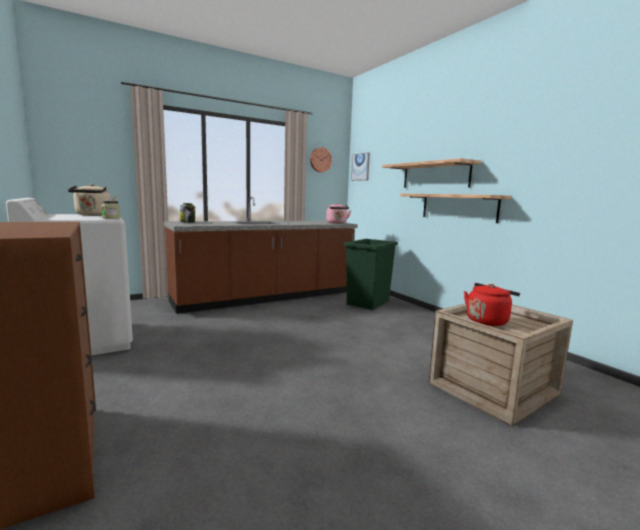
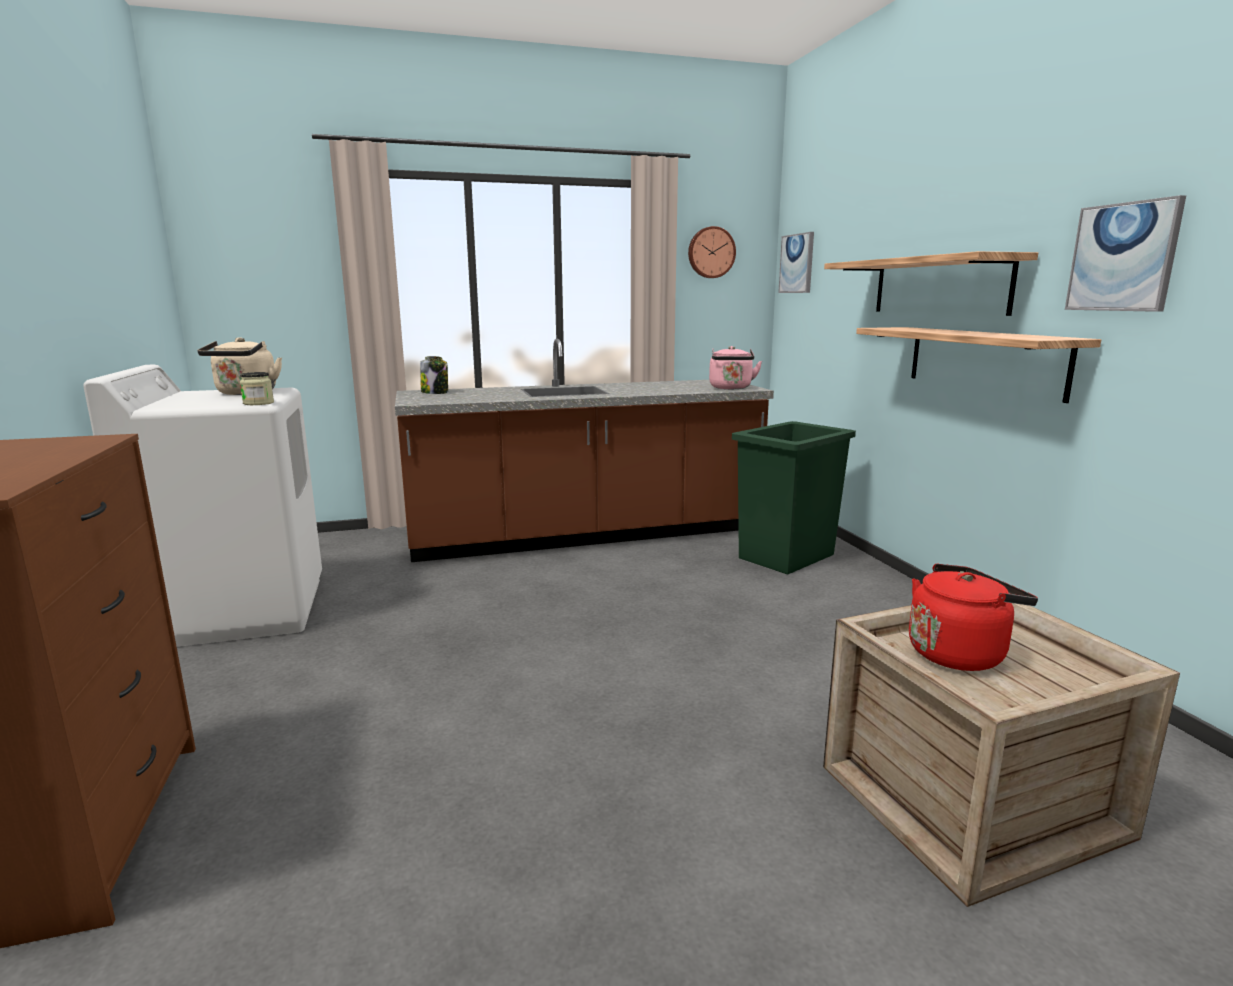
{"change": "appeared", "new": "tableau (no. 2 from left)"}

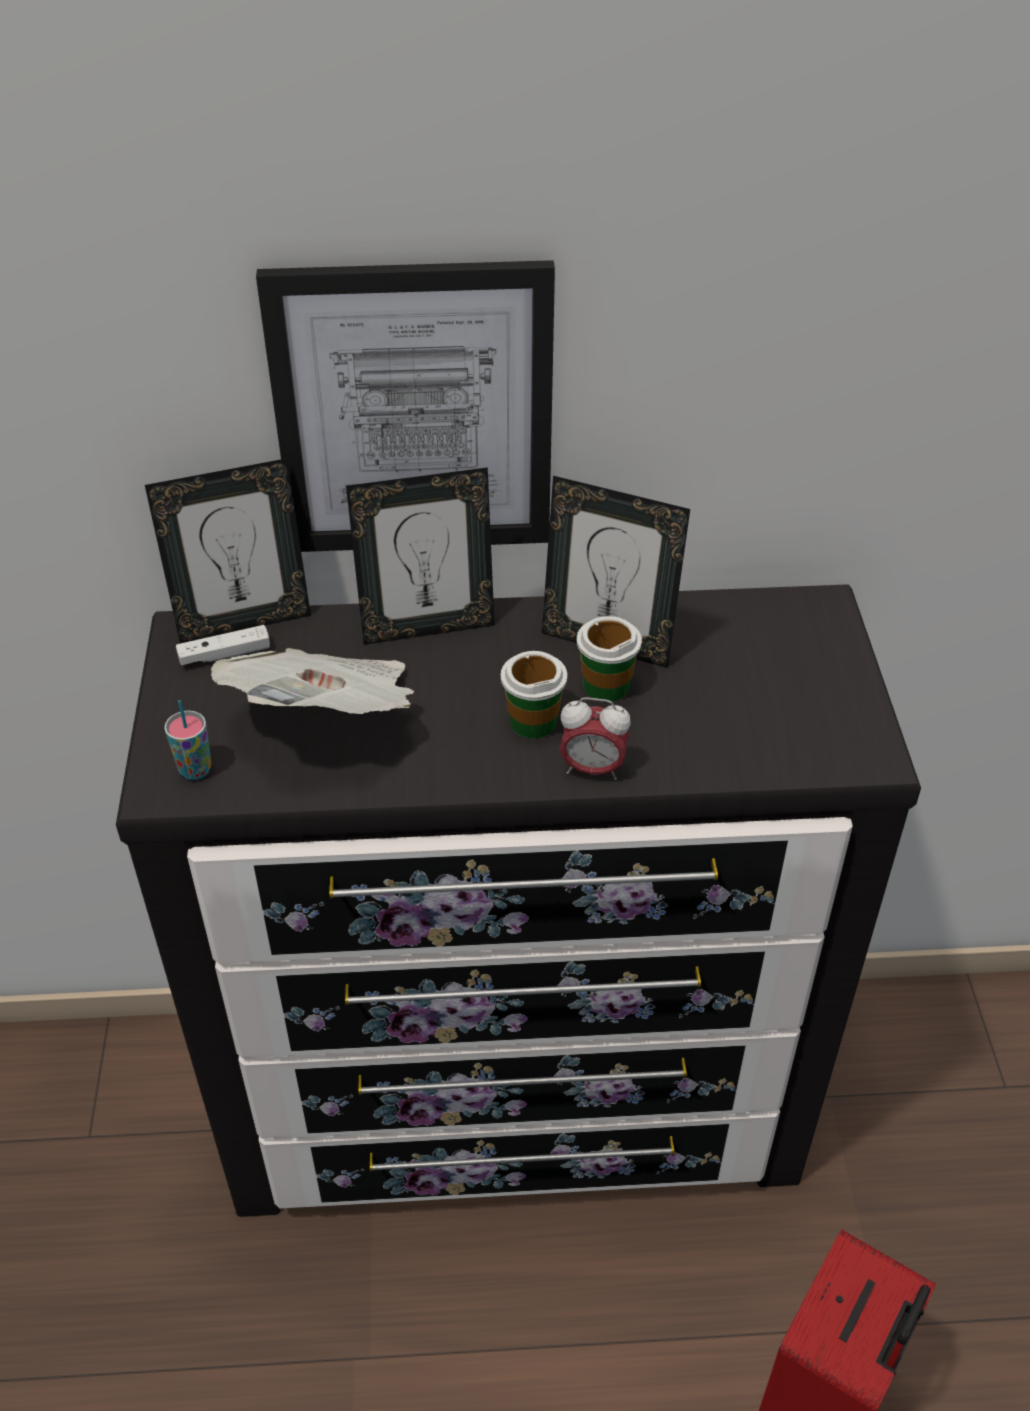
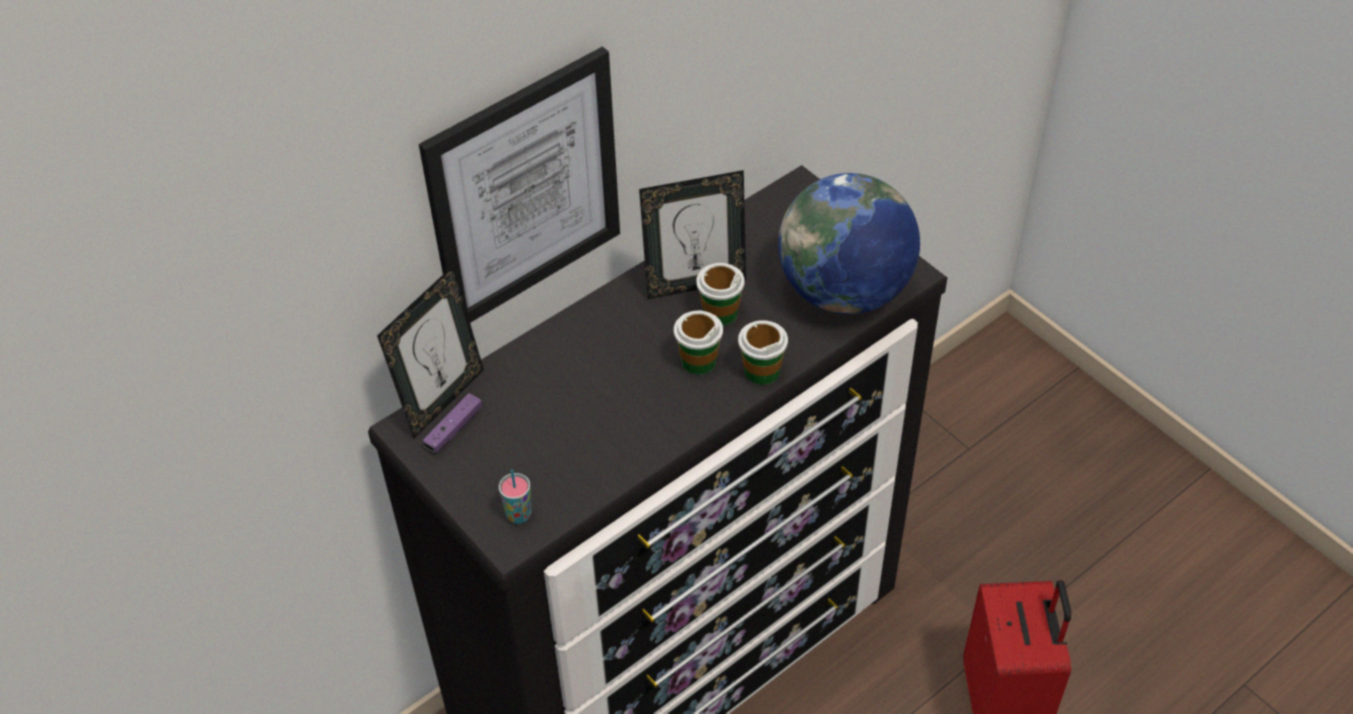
{"change": "colour", "old": "manette (blanc)", "new": "manette (violet)"}
{"change": "missing", "old": "journal"}
{"change": "missing", "old": "cadre photo (no. 2 from left)"}
{"change": "exchanged", "old": "réveil", "new": "tasse (no. 4 from left)"}
{"change": "appeared", "new": "globe"}

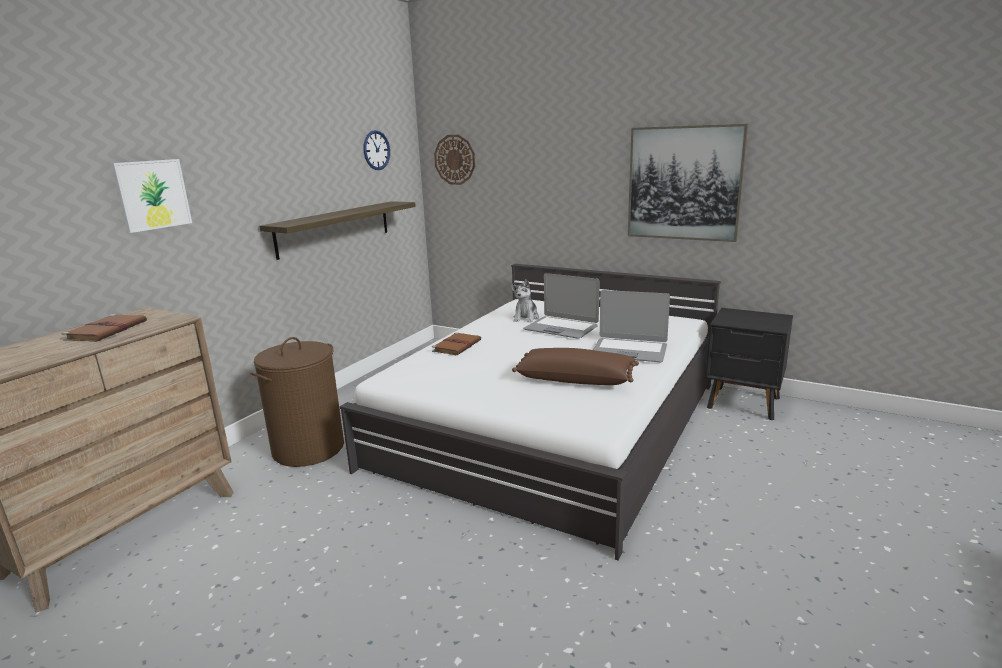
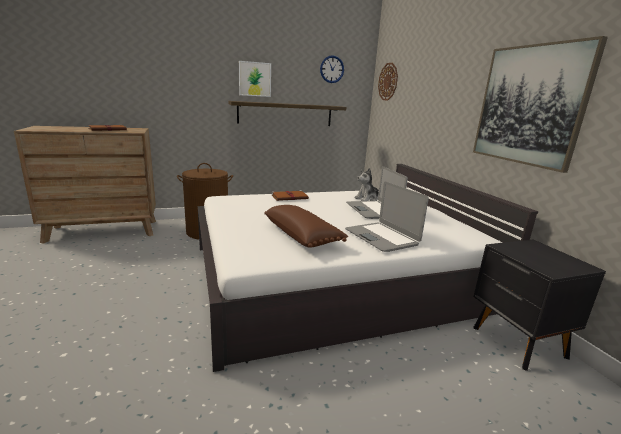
{"change": "relocated", "old": "tableau (no. 1 from left)"}

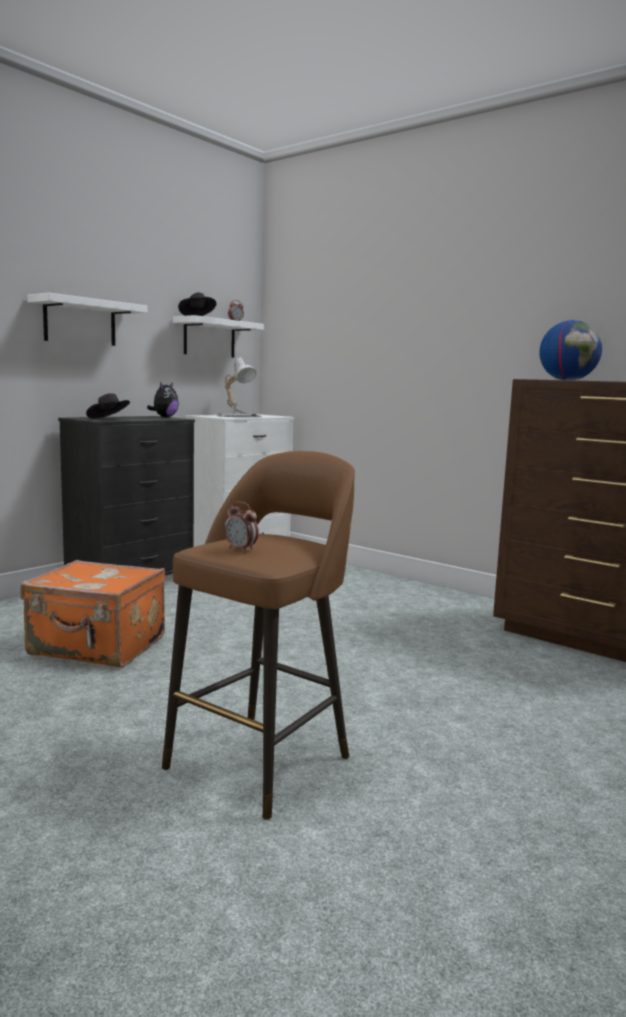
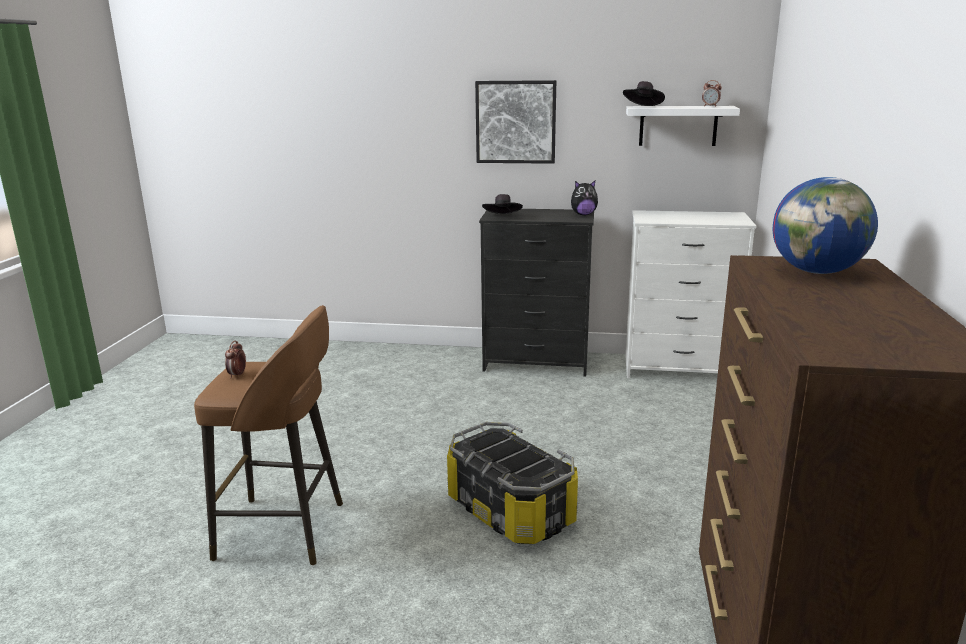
{"change": "missing", "old": "valise (orange)"}
{"change": "exchanged", "old": "étagère (blanc) (no. 1 from left)", "new": "tableau"}
{"change": "missing", "old": "lampe de table"}
{"change": "appeared", "new": "boîte de rangement"}

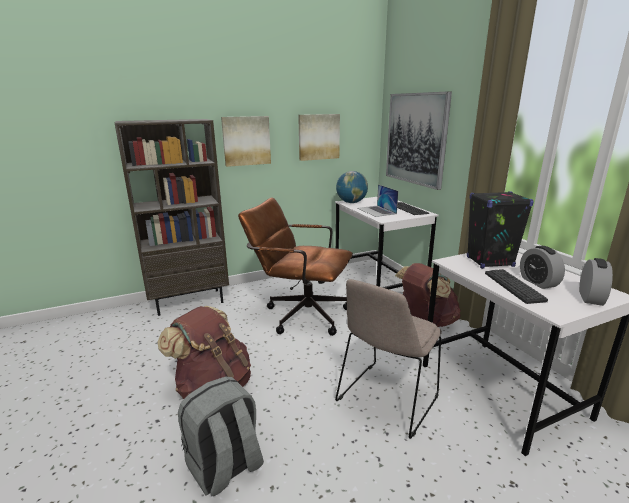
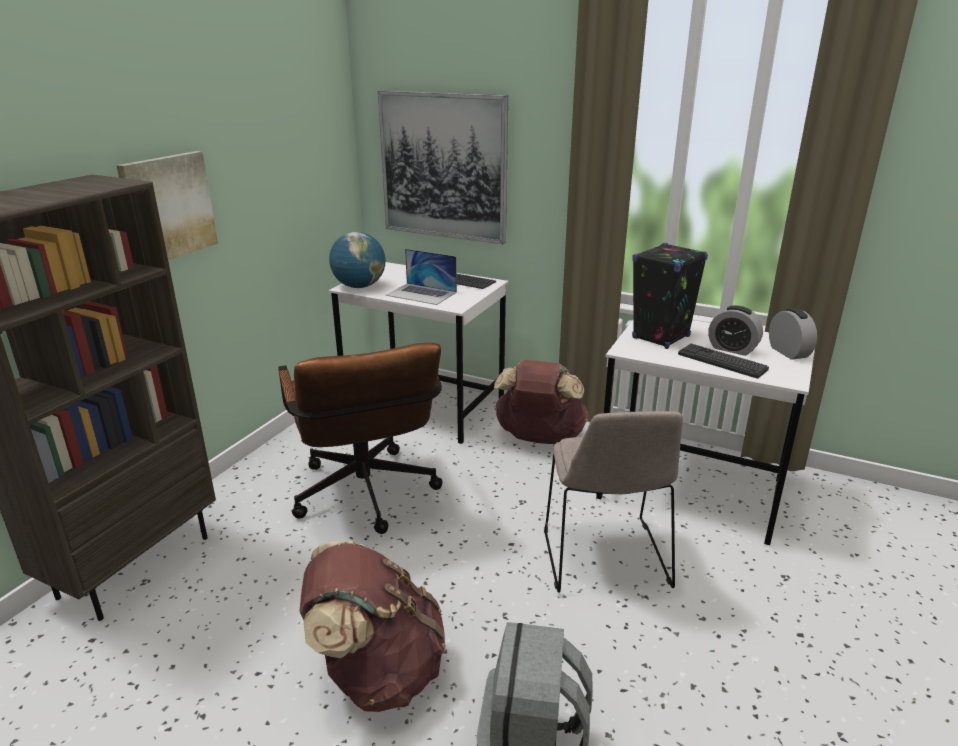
{"change": "spun", "old": "chaise de bureau (marron)", "degrees": -90}
{"change": "missing", "old": "tableau (no. 2 from left)"}

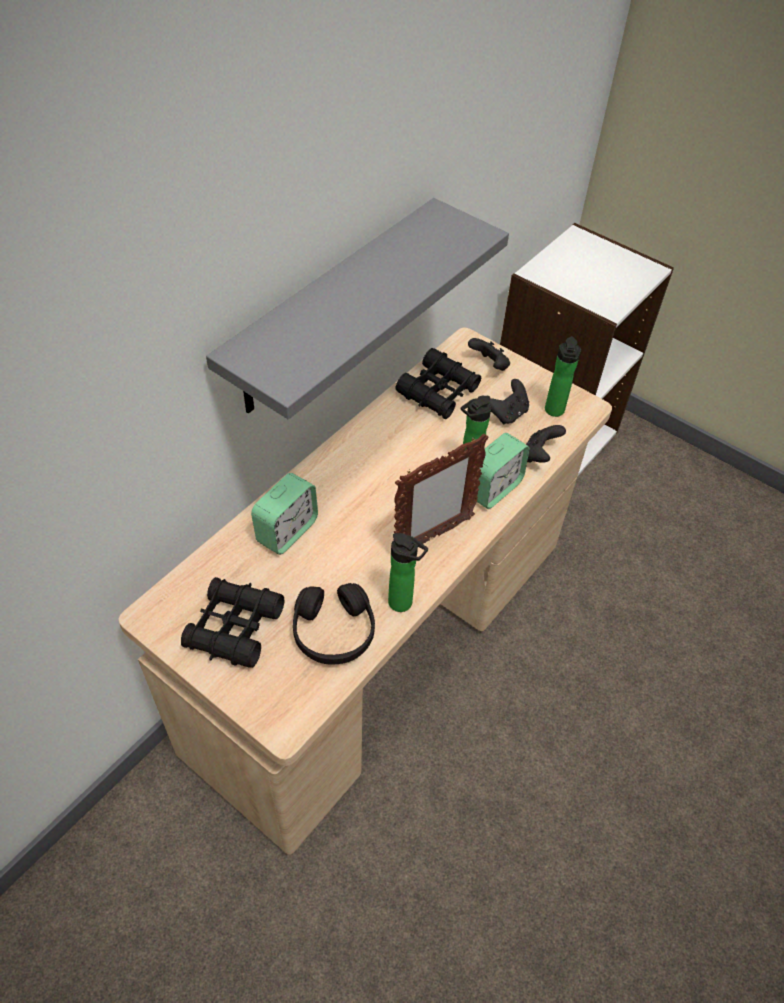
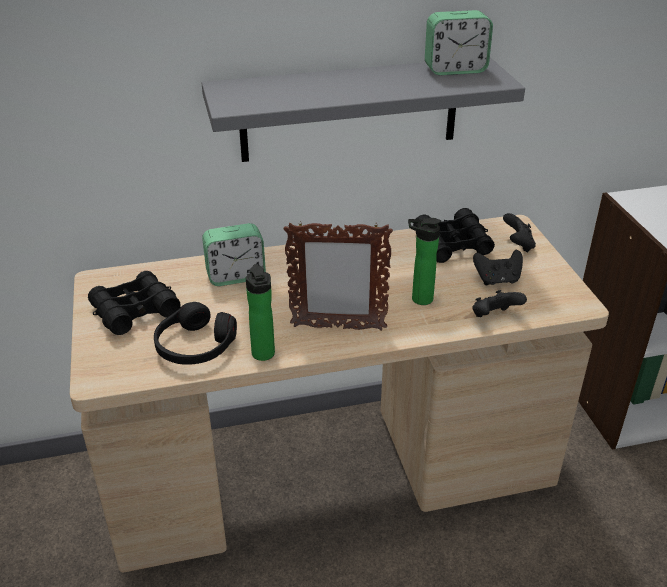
{"change": "relocated", "old": "réveil (no. 2 from left)"}
{"change": "missing", "old": "bouteille (no. 3 from left)"}

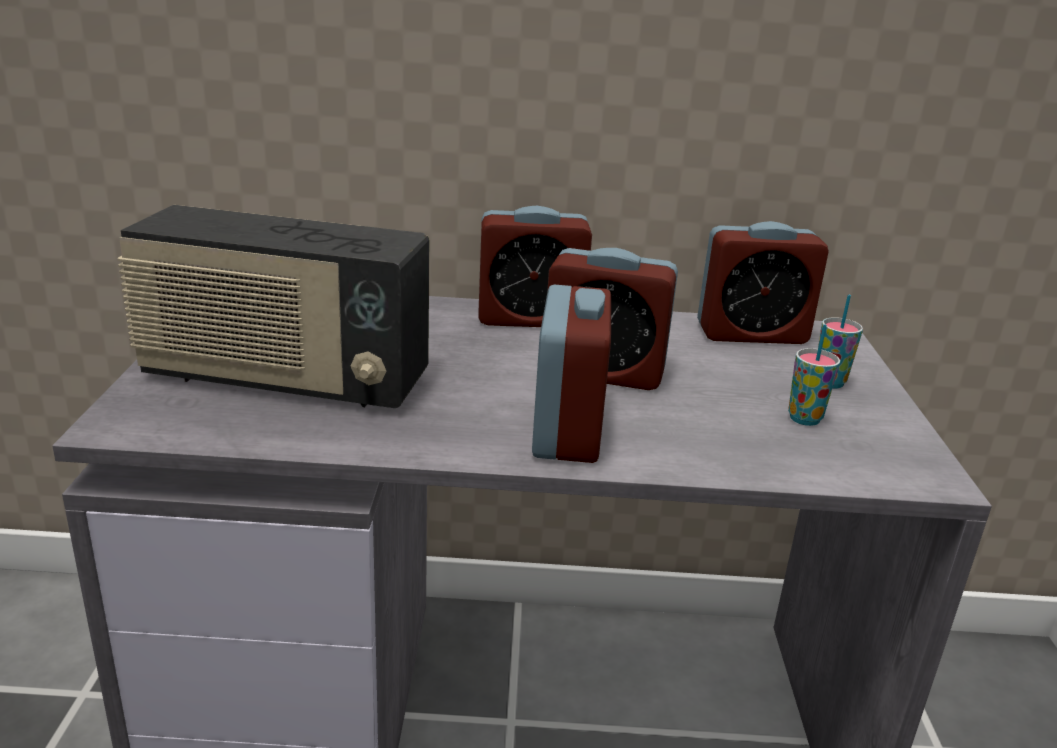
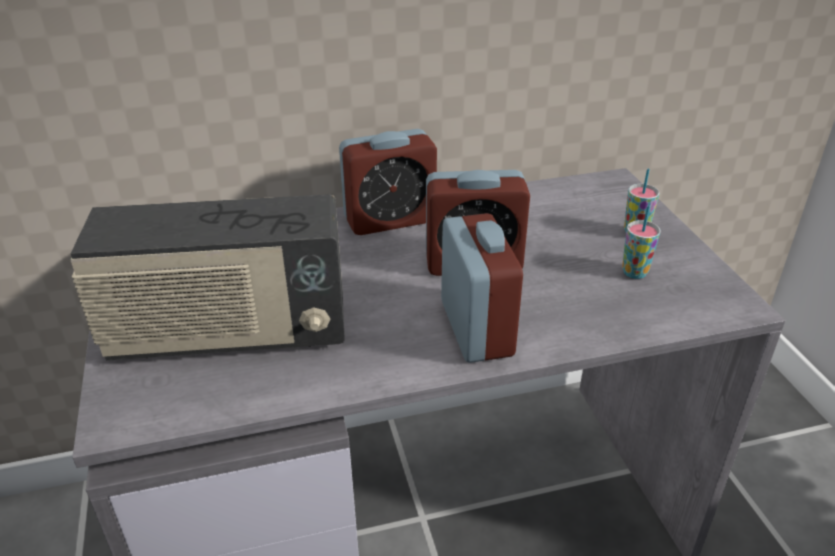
{"change": "missing", "old": "réveil (no. 4 from left)"}

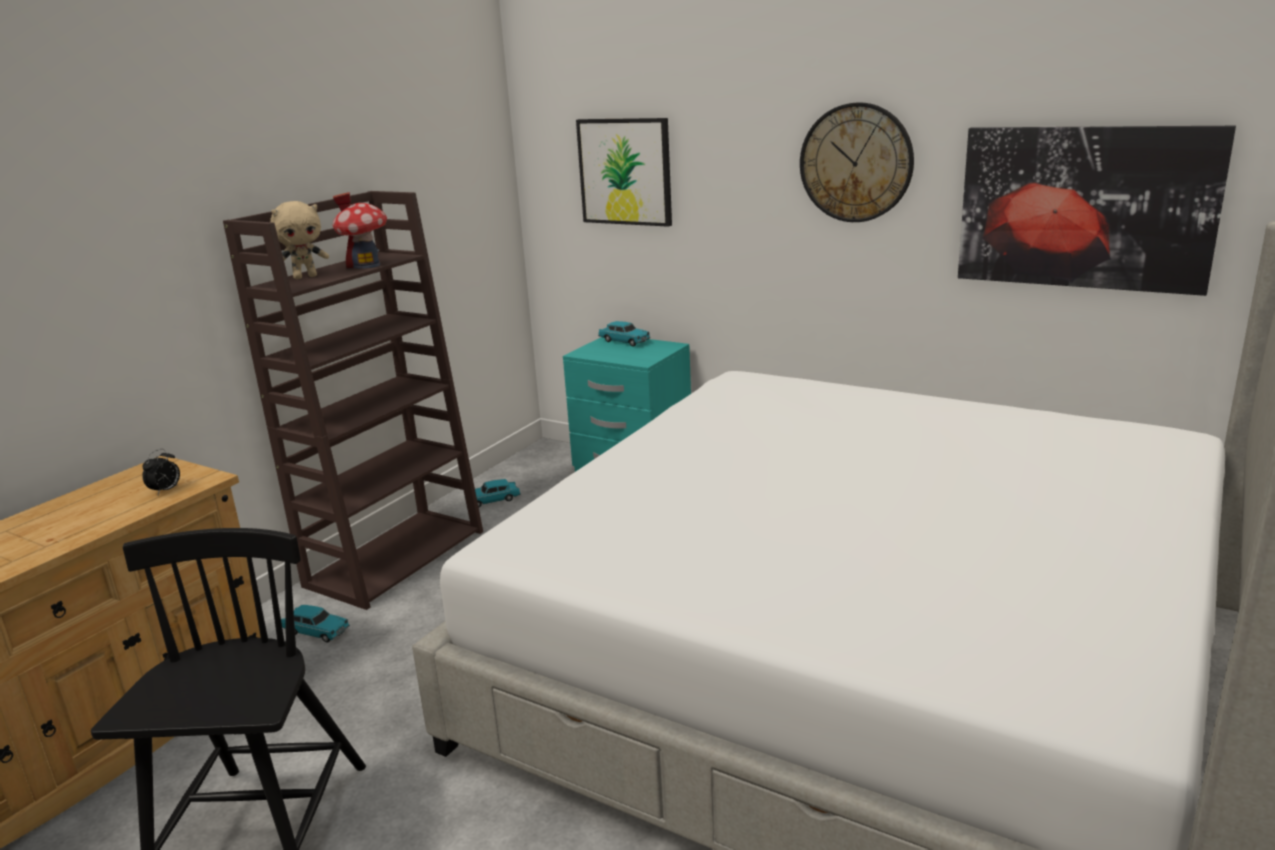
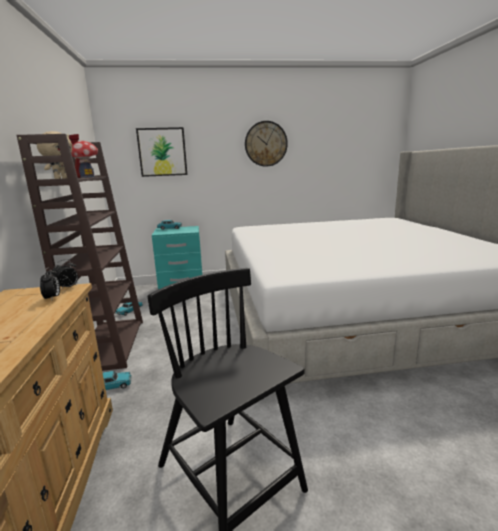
{"change": "missing", "old": "tableau (no. 2 from left)"}
{"change": "appeared", "new": "réveil (no. 2 from left)"}

